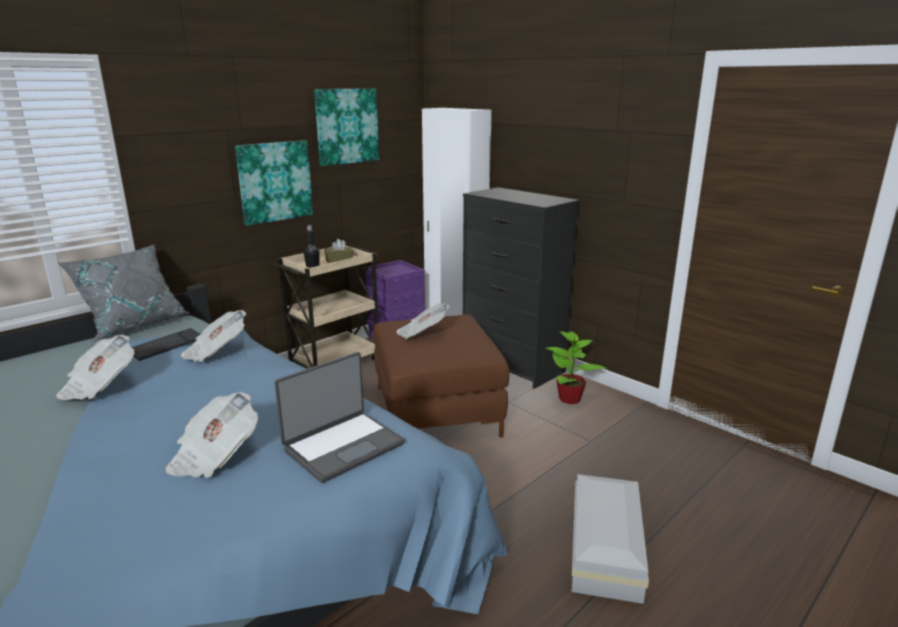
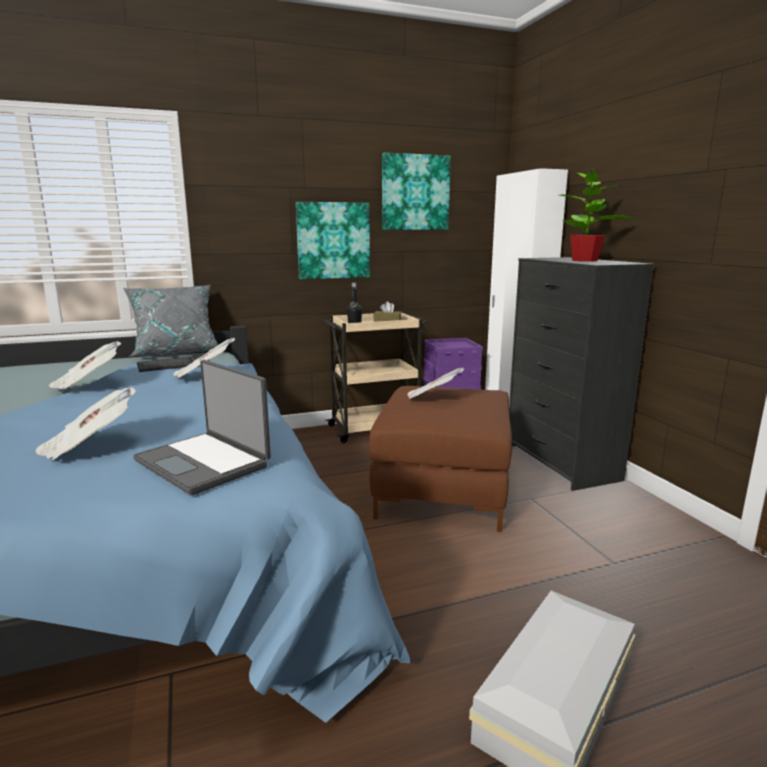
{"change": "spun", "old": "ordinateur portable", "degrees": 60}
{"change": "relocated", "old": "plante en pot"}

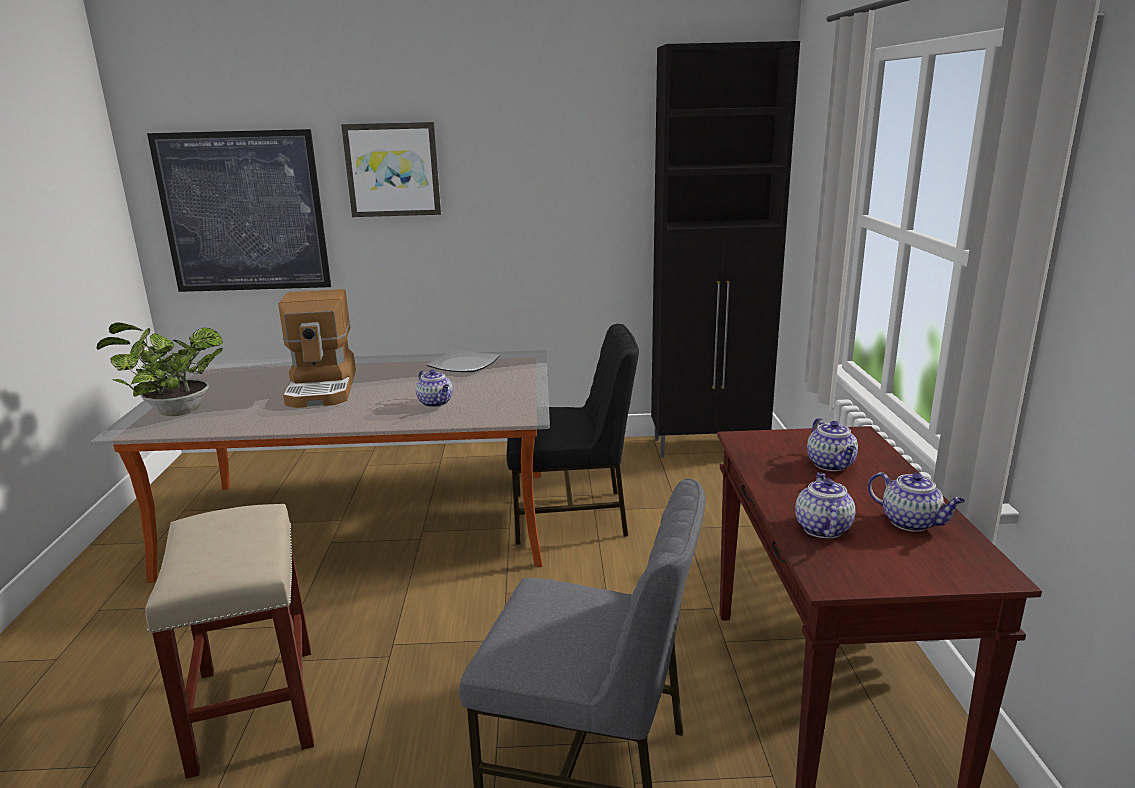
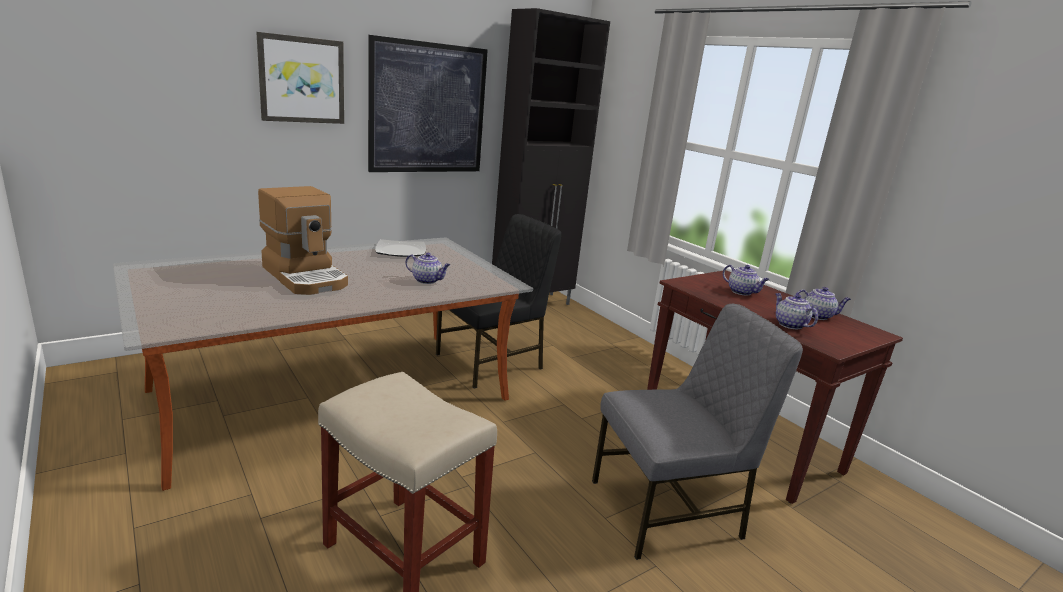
{"change": "missing", "old": "plante en pot"}
{"change": "relocated", "old": "tableau (no. 1 from left in the first image)", "new": "tableau (no. 2 from left)"}

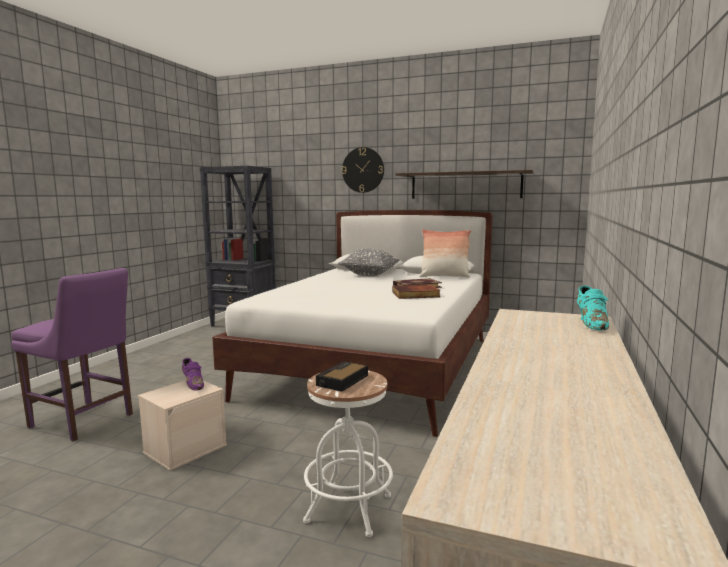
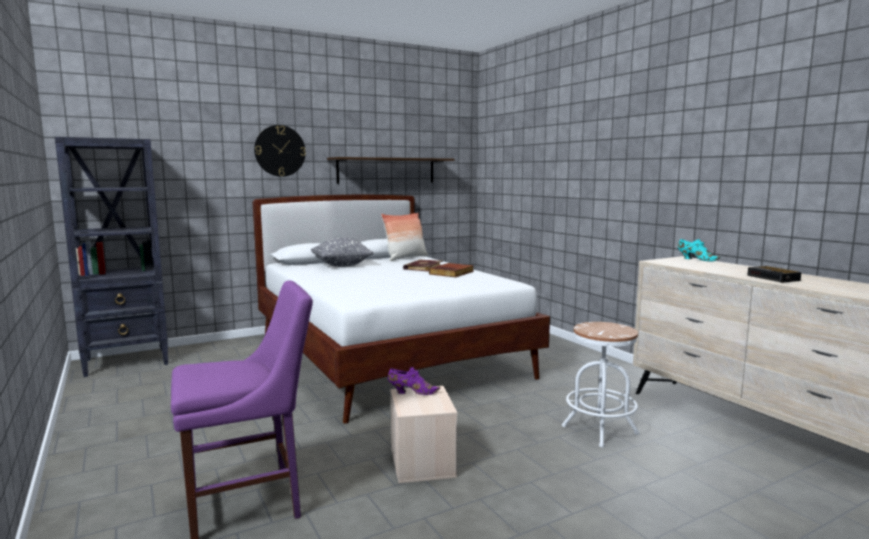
{"change": "relocated", "old": "réveil"}

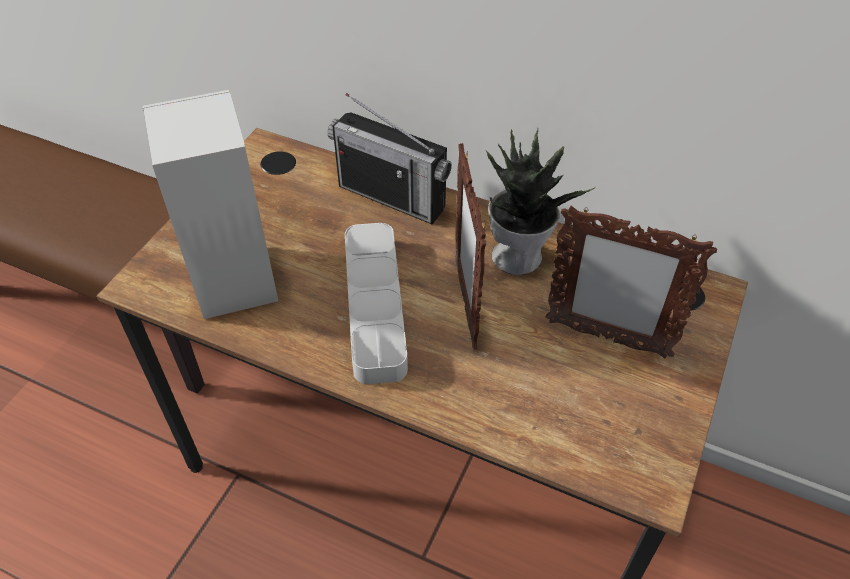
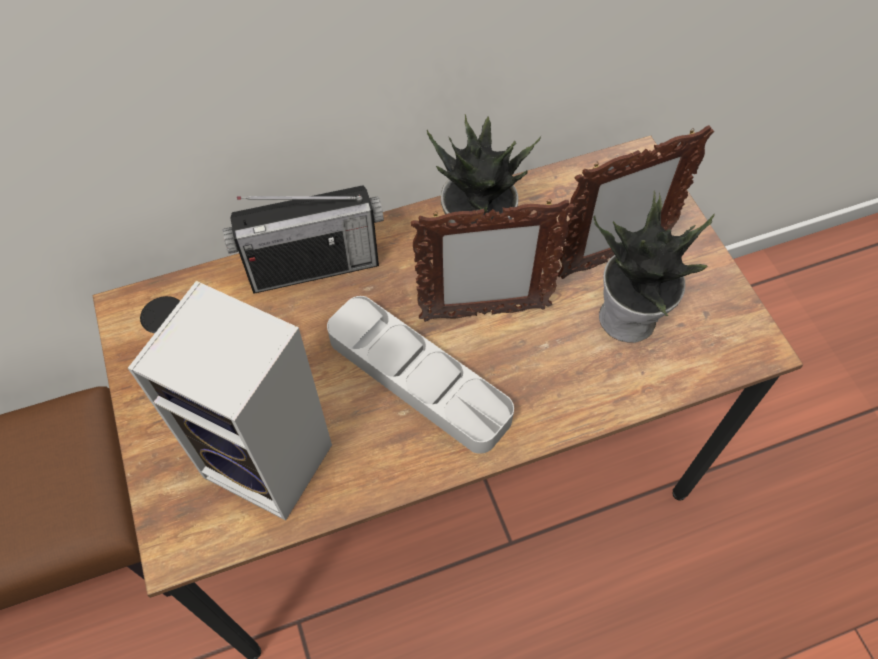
{"change": "spun", "old": "cadre photo (no. 1 from left)", "degrees": -45}
{"change": "appeared", "new": "plante en pot (no. 2 from left)"}

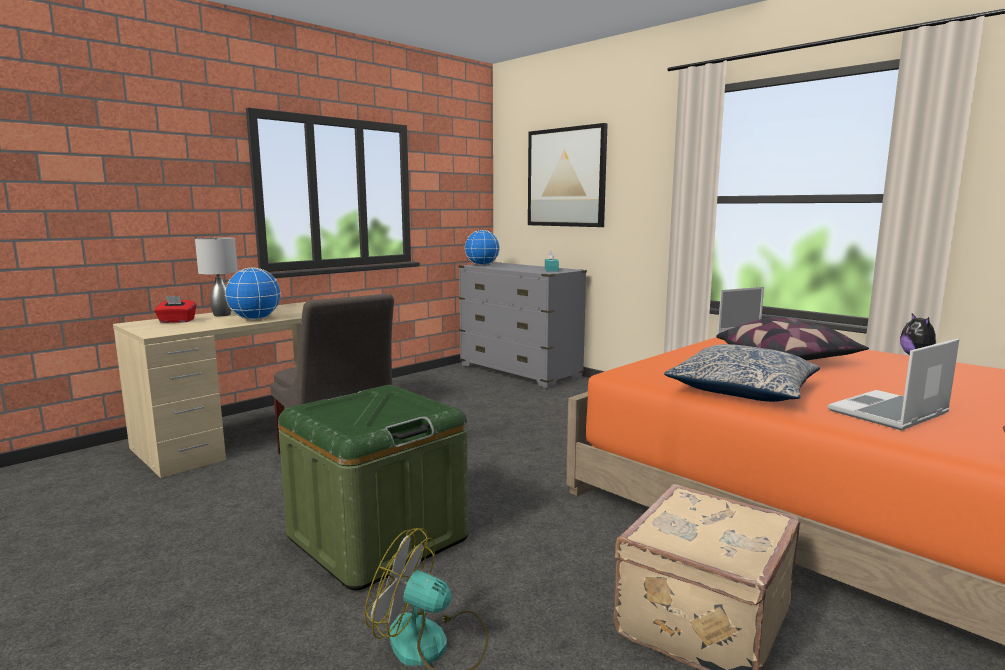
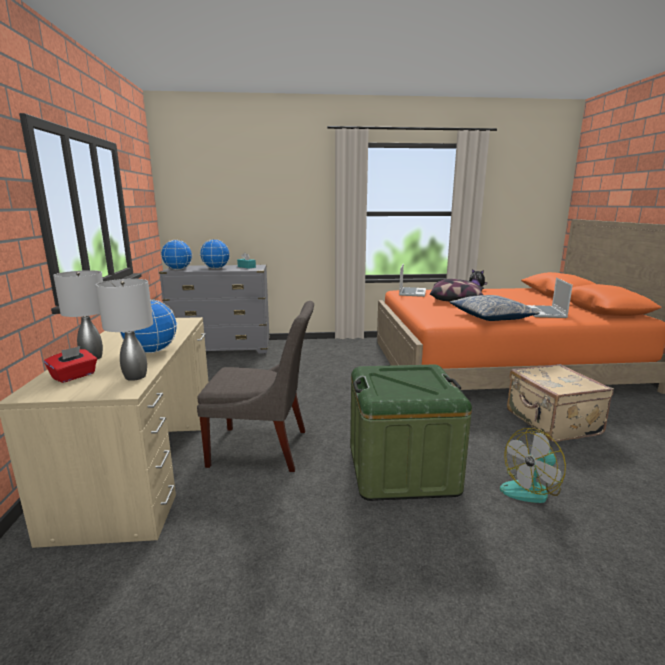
{"change": "missing", "old": "tableau"}
{"change": "appeared", "new": "lampe de table (gris) (no. 2 from left)"}
{"change": "appeared", "new": "globe (no. 3 from left)"}

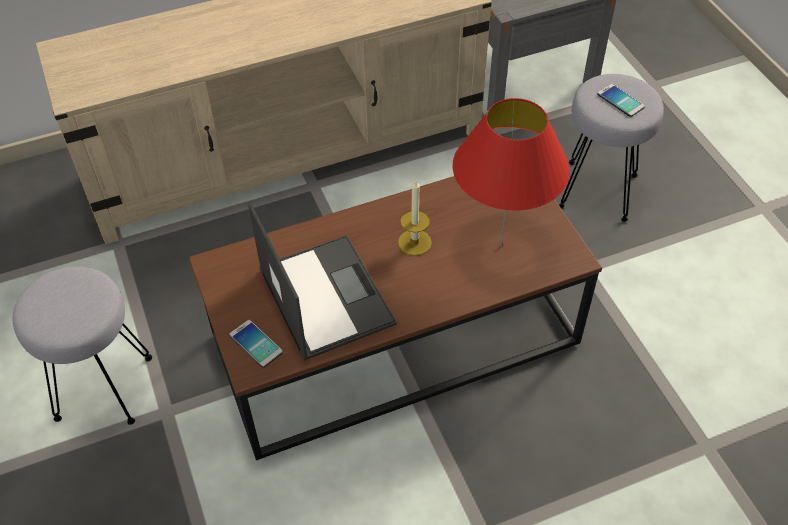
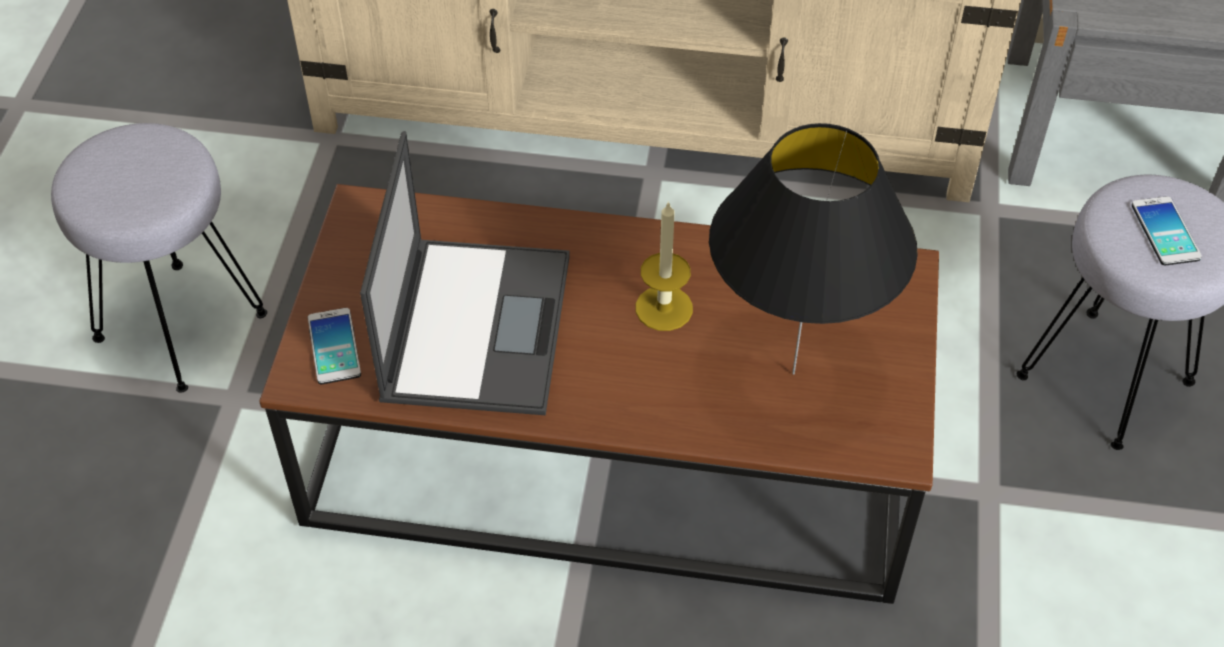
{"change": "colour", "old": "lampe de table (rouge)", "new": "lampe de table (noir)"}

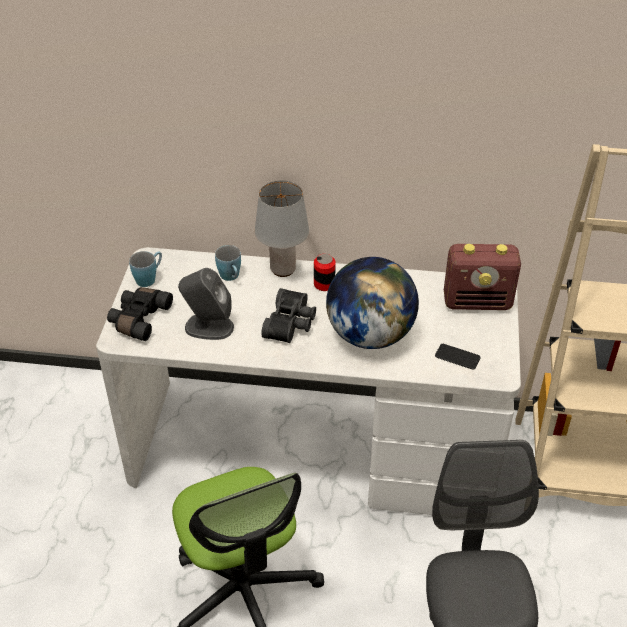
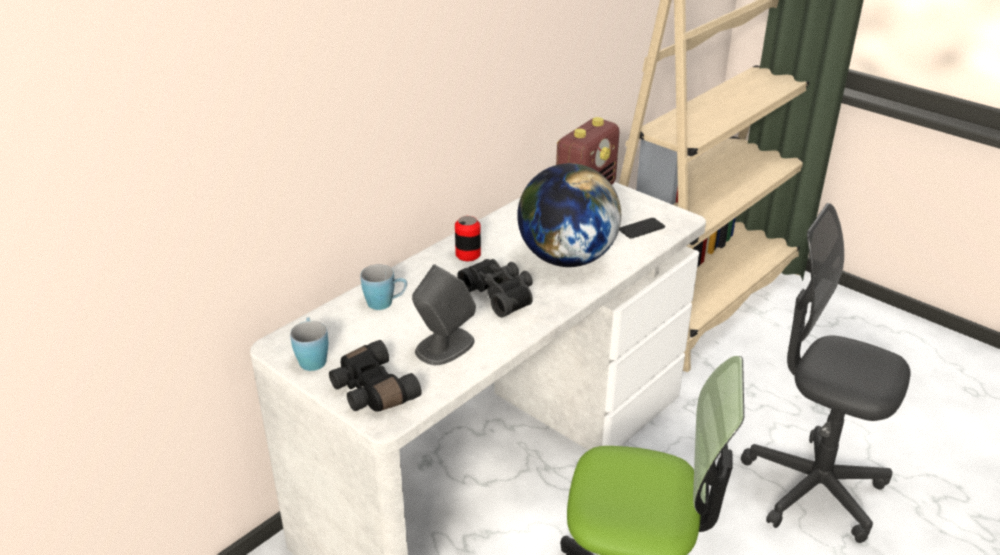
{"change": "missing", "old": "lampe de table (gris)"}

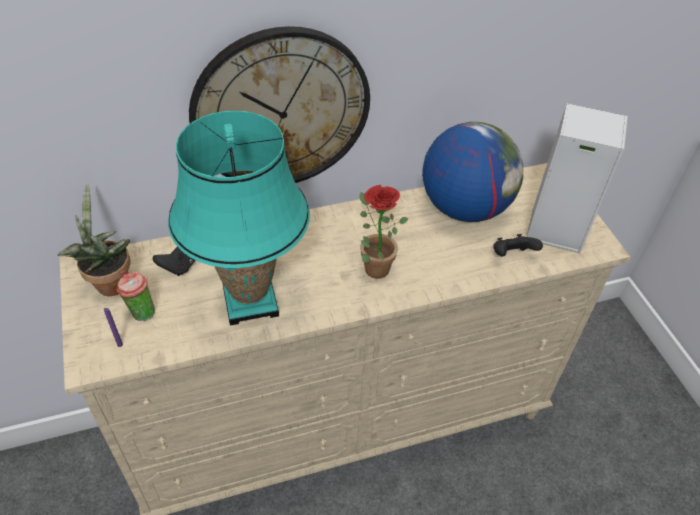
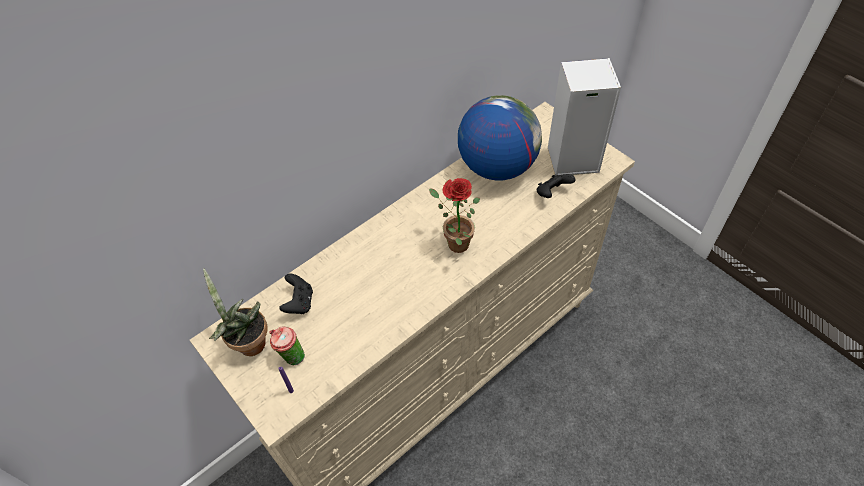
{"change": "missing", "old": "lampe de table (turquoise)"}
{"change": "missing", "old": "horloge murale"}

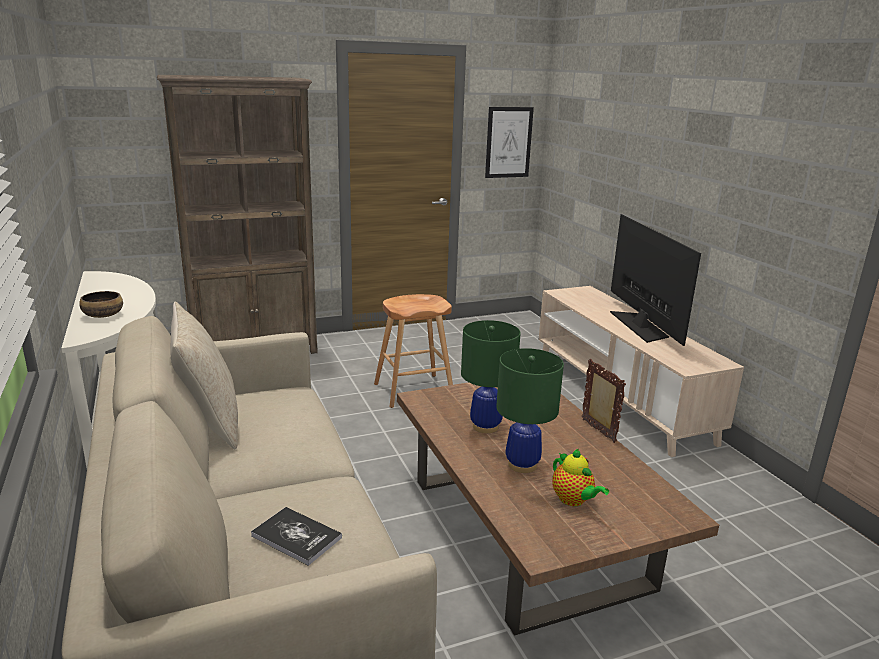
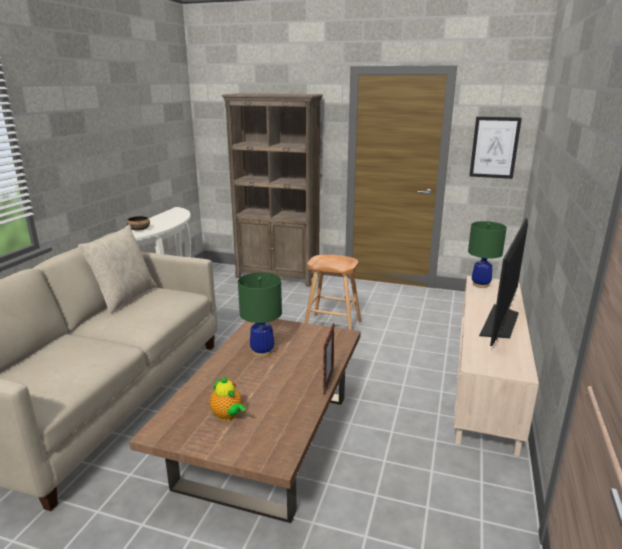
{"change": "missing", "old": "livre"}
{"change": "relocated", "old": "lampe de table (vert) (no. 2 from left)"}
{"change": "spun", "old": "théière", "degrees": -45}

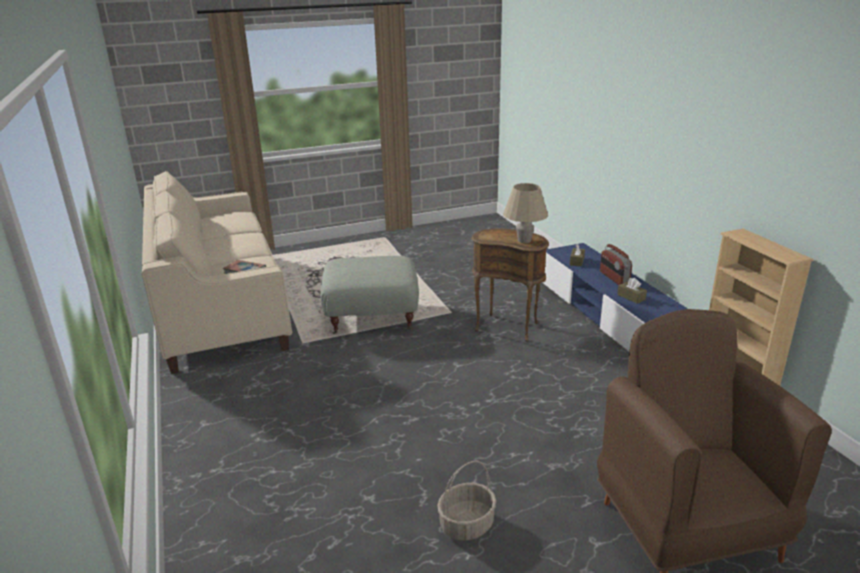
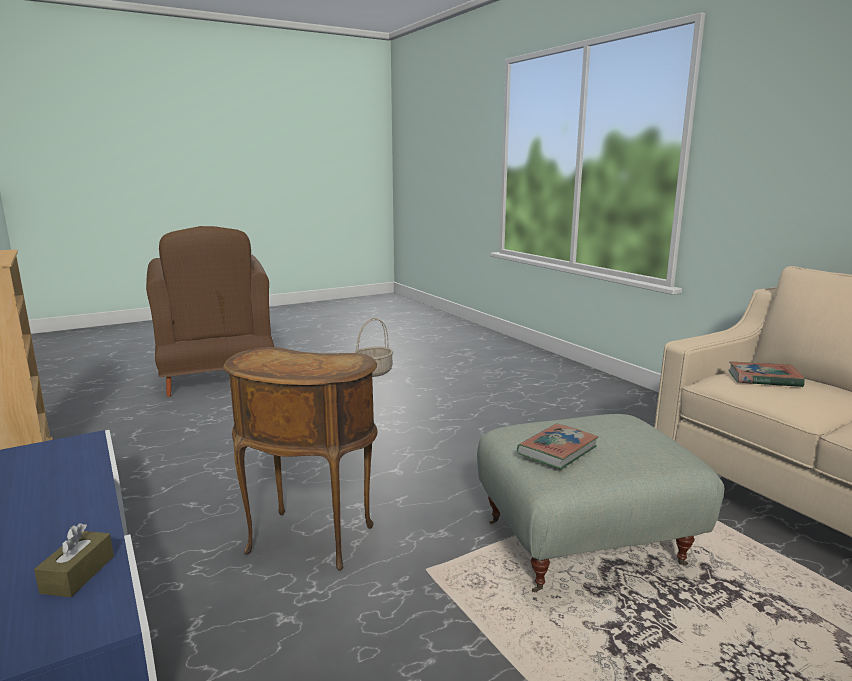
{"change": "missing", "old": "lampe de table (beige)"}
{"change": "missing", "old": "radio"}
{"change": "missing", "old": "boîte à mouchoirs (marron) (no. 2 from left)"}
{"change": "appeared", "new": "livre (no. 1 from left)"}

